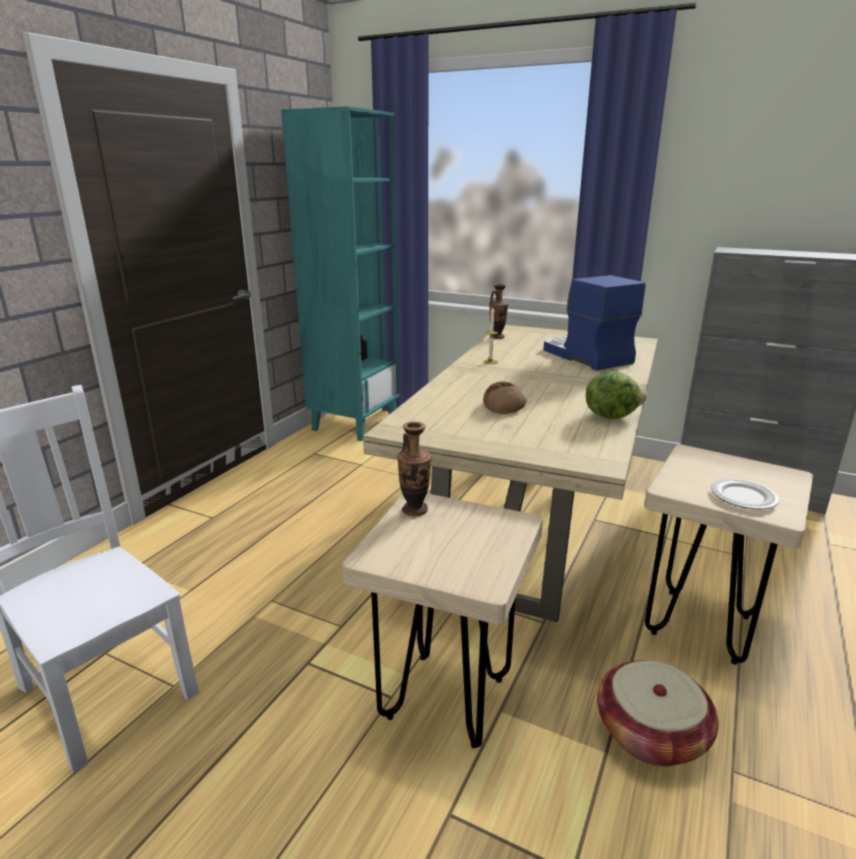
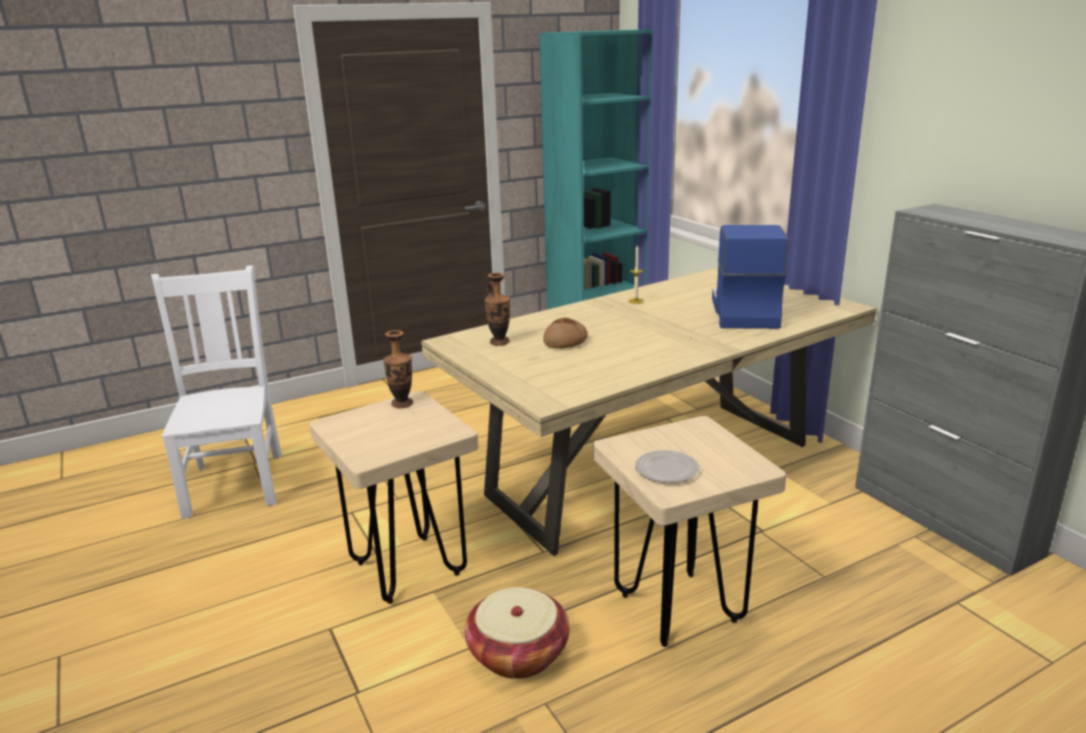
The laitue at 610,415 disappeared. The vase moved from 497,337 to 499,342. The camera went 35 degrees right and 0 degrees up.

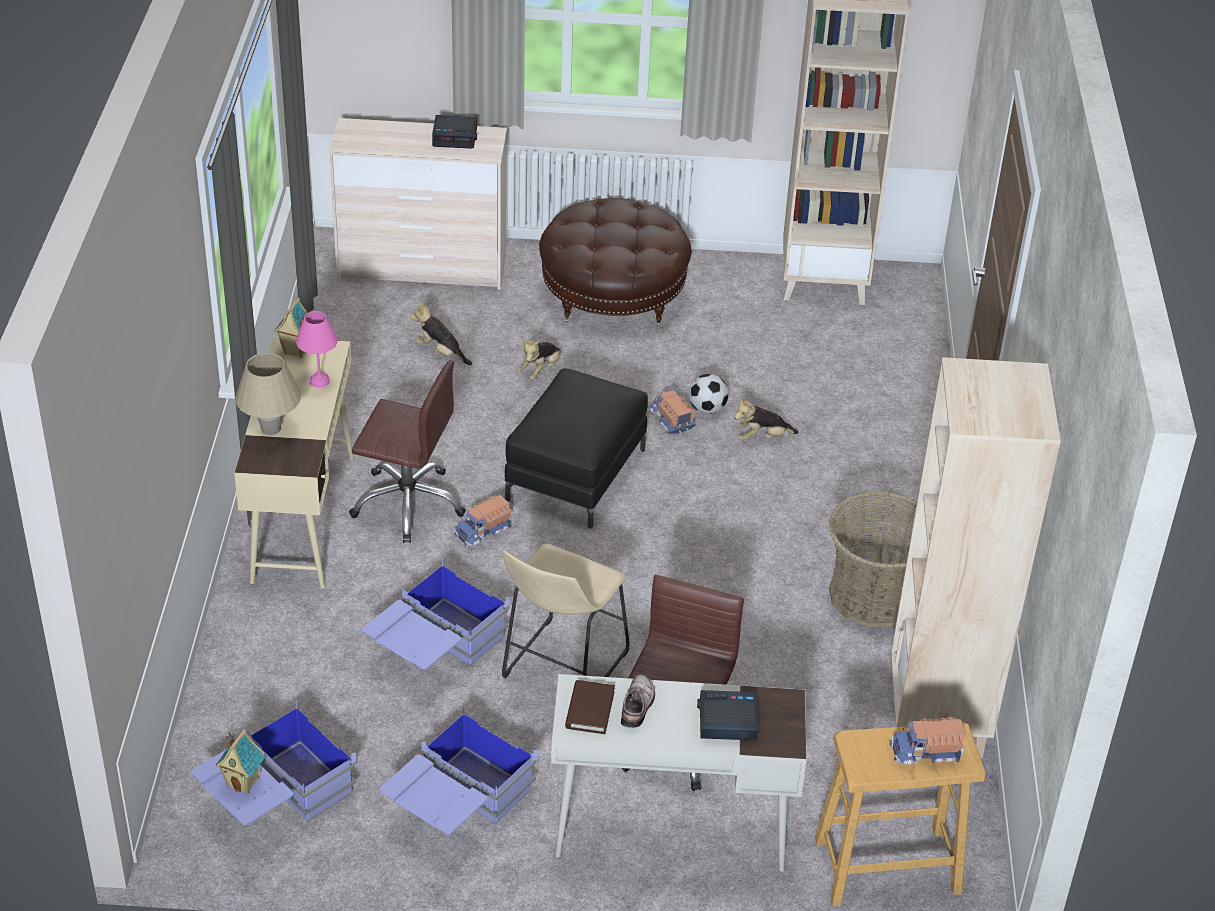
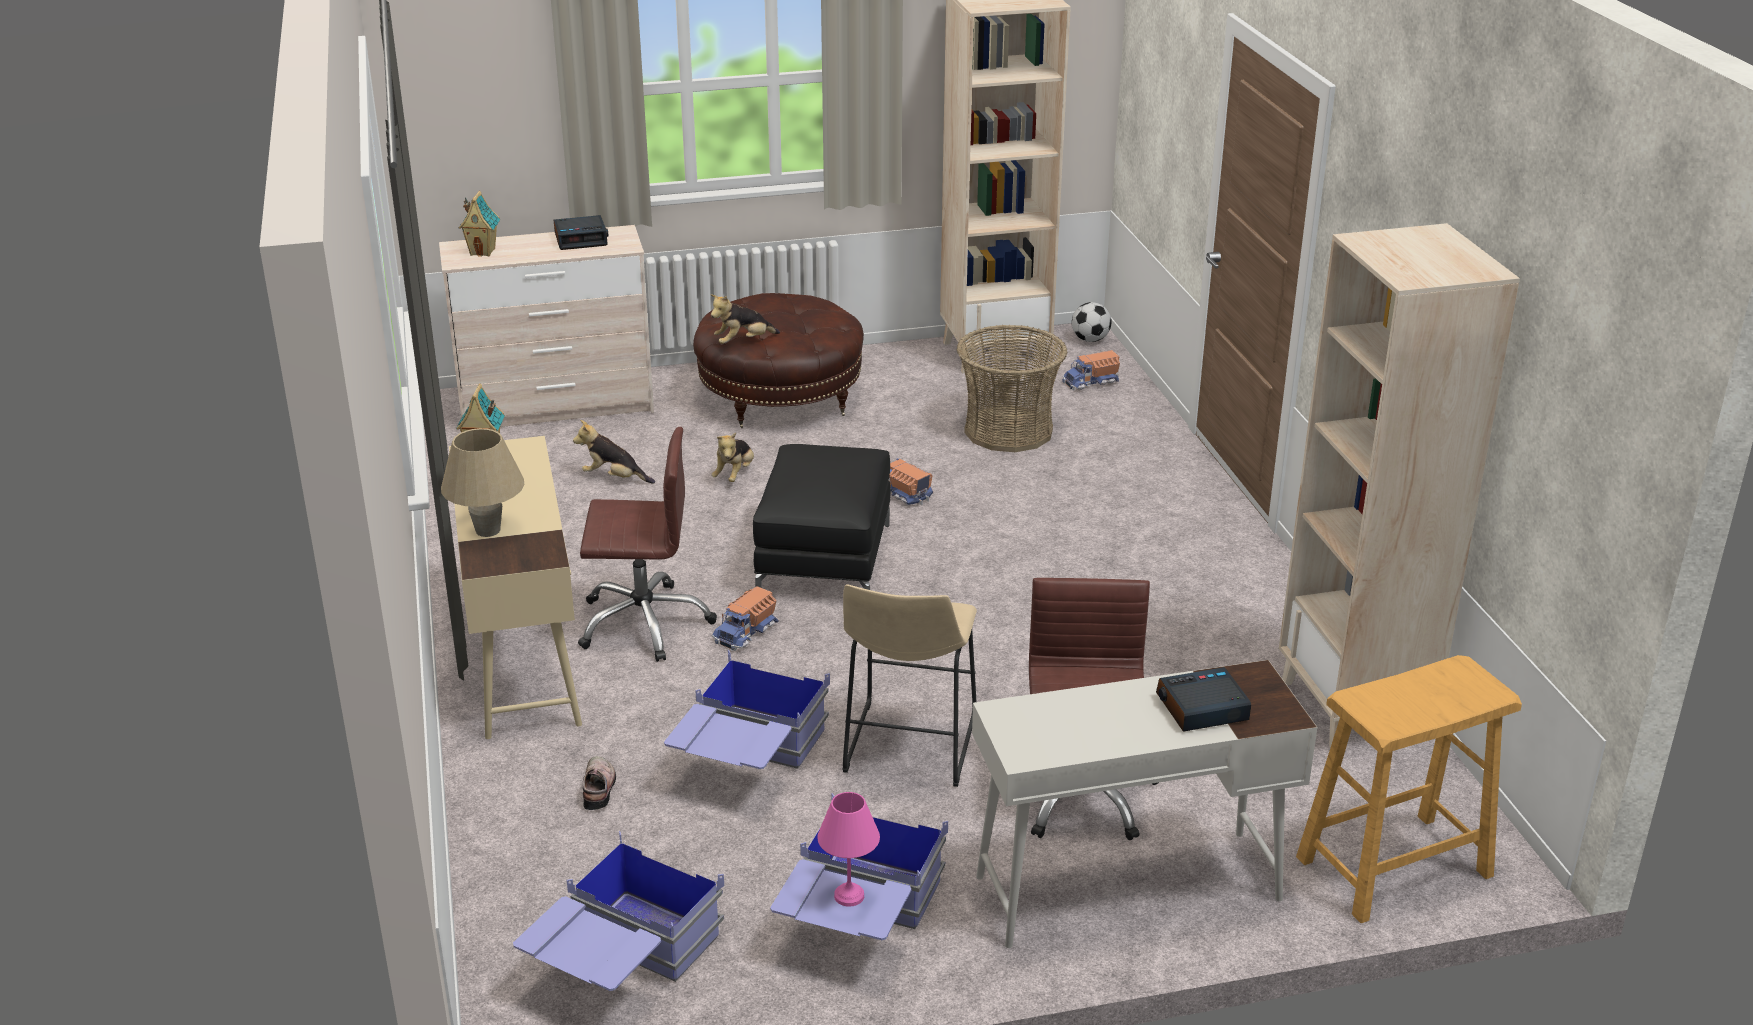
The livre/marron at 589,710 disappeared. The maison miniature moved from 244,782 to 483,252. The lampe de table/rose moved from 320,380 to 849,895. The chaussure moved from 638,706 to 600,788. The ballon de foot moved from 707,409 to 1090,340. The peluche moved from 762,438 to 743,342. The panier moved from 873,596 to 1008,431. The camion jouet moved from 926,752 to 1091,382. The camera went 15 degrees left and 10 degrees down.

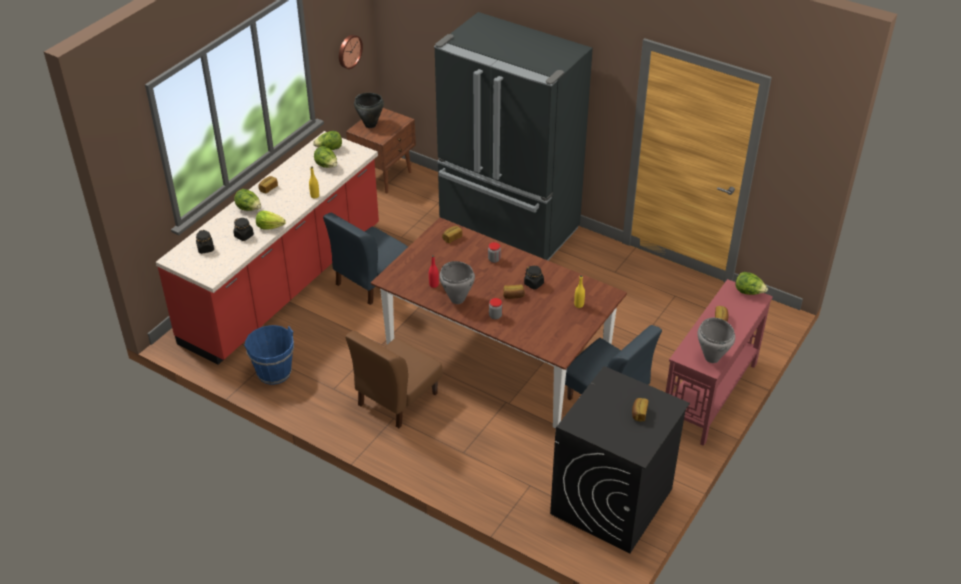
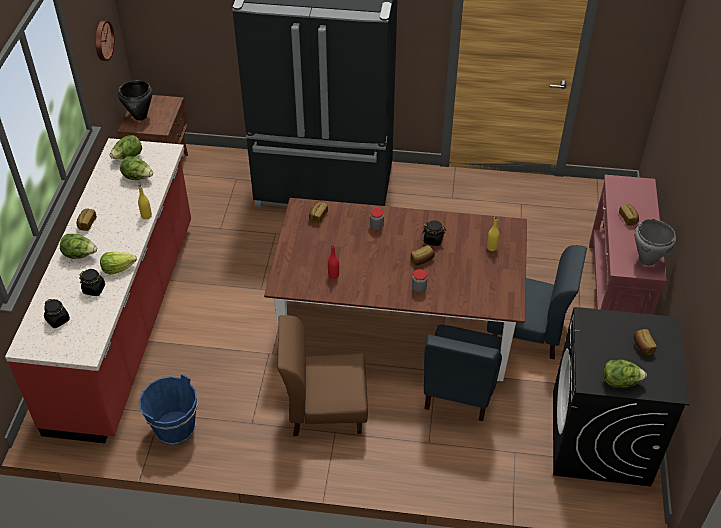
The marmite/gris at 457,299 disappeared. The chaise/bleu moved from 371,281 to 459,389. The laitue moved from 748,292 to 620,382. The chaise/marron at 397,399 turned 75 degrees clockwise. The camera went 25 degrees left and 5 degrees up.

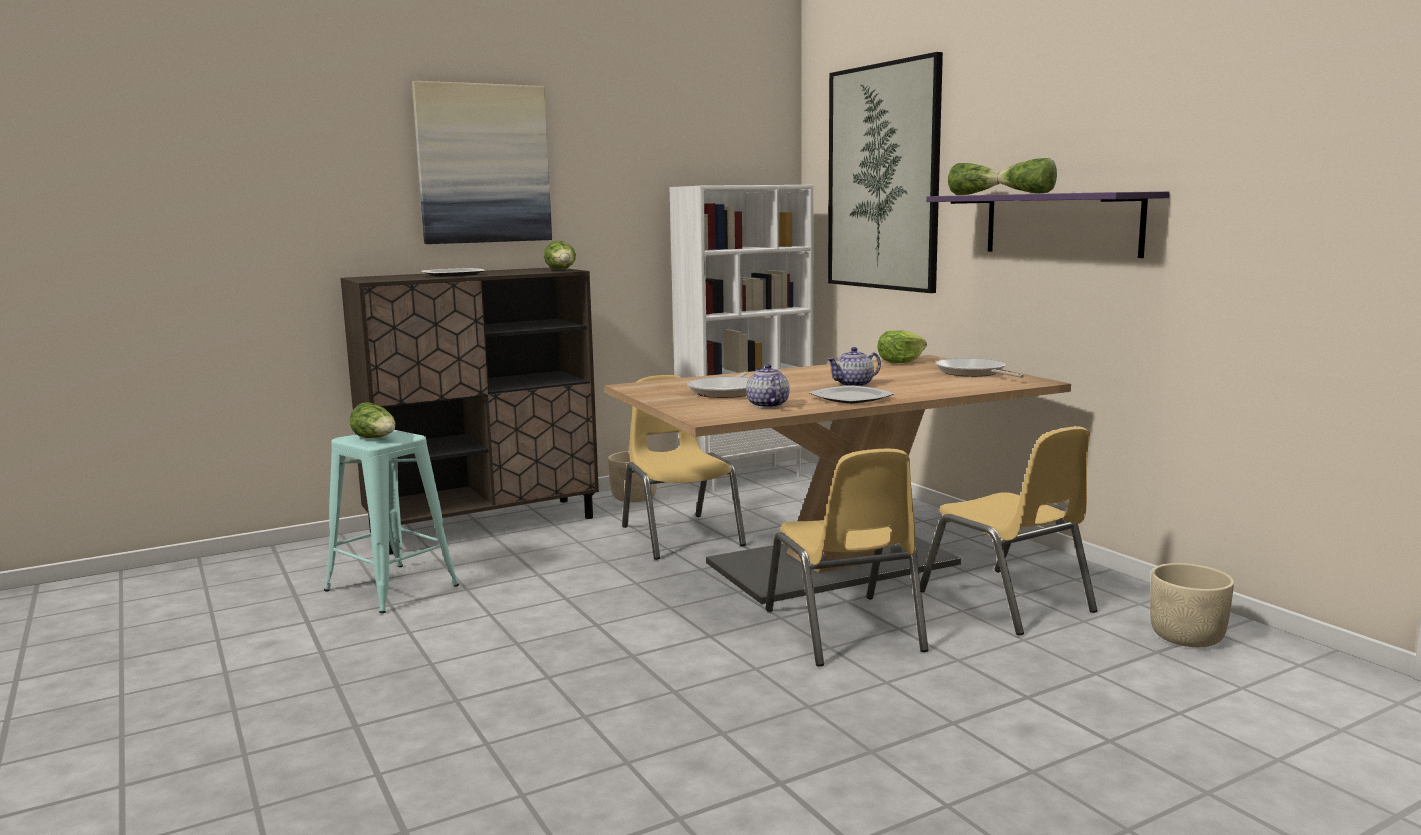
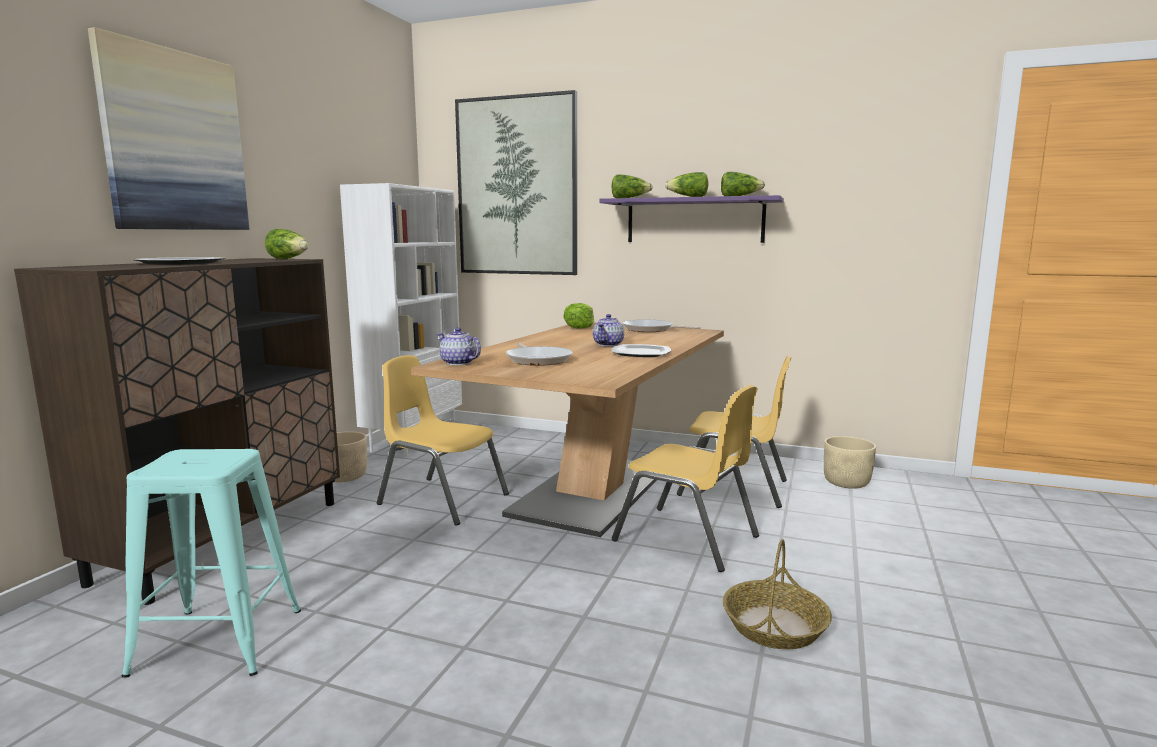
The panier at 774,626 appeared. The laitue moved from 376,439 to 739,197. The théière moved from 767,405 to 458,363. The camera went 40 degrees left and 0 degrees up.

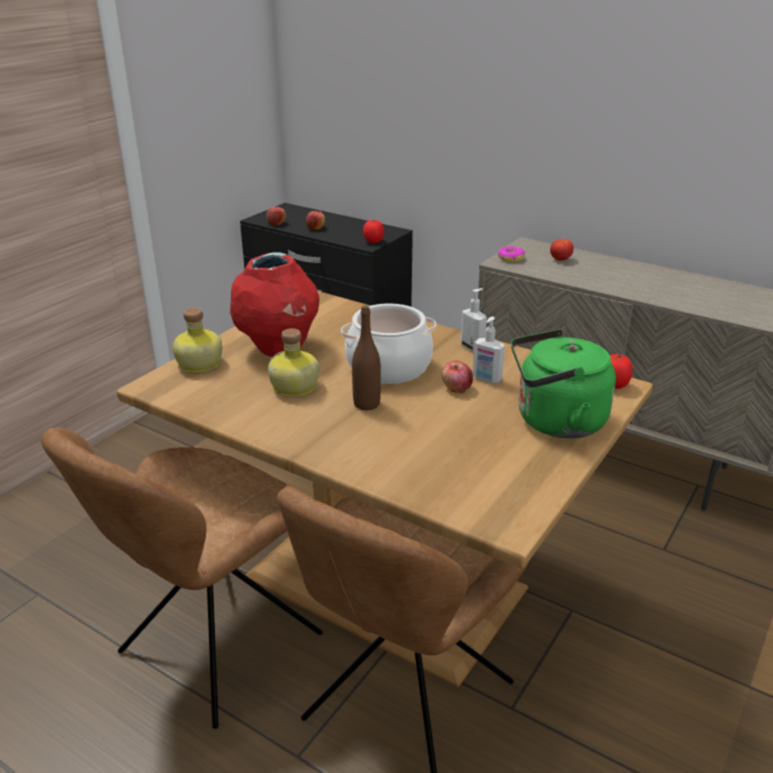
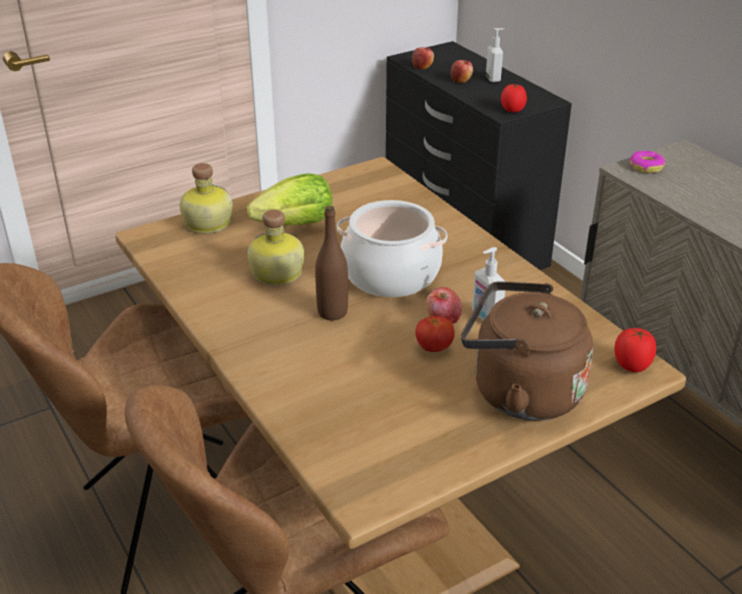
The distributeur de savon moved from 473,348 to 493,79. The tomate moved from 560,259 to 434,348. The vase/rouge at 279,349 was replaced by the laitue at 296,224. The bouilloire/vert at 555,422 became the bouilloire/marron at 519,392. The camera went 25 degrees right and 5 degrees up.

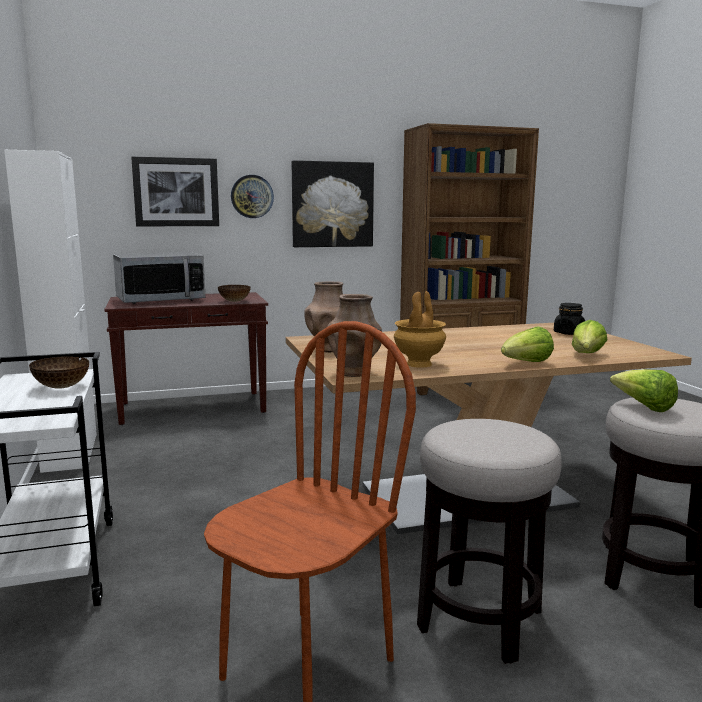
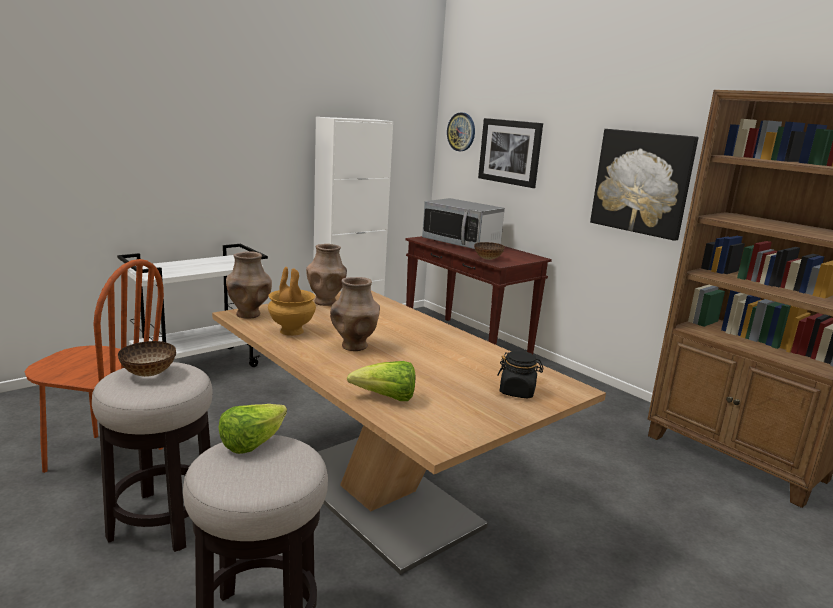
The laitue at 526,363 disappeared. The vase/marron at 354,346 appeared. The bol moved from 62,387 to 148,374. The horloge murale moved from 252,196 to 461,132. The camera went 65 degrees right and 5 degrees up.

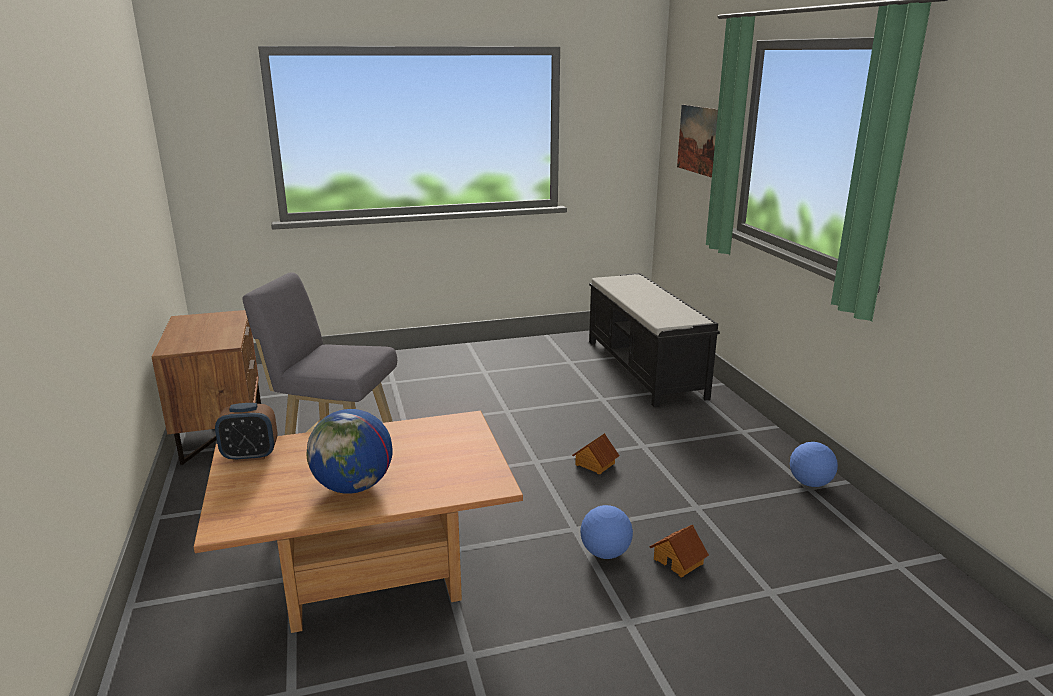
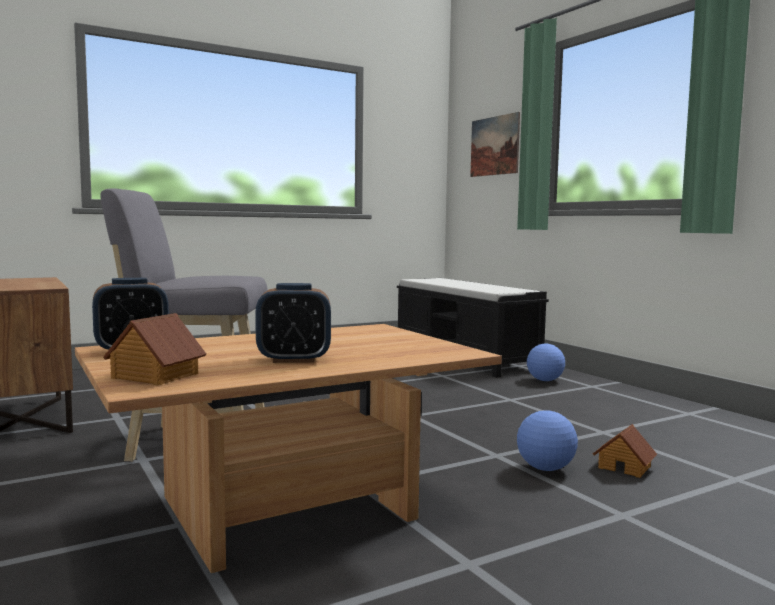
The maison miniature moved from 594,464 to 154,376. The ballon de foot moved from 810,483 to 545,380. The globe at 354,487 was replaced by the réveil at 294,359. The camera went 15 degrees left and 15 degrees down.

